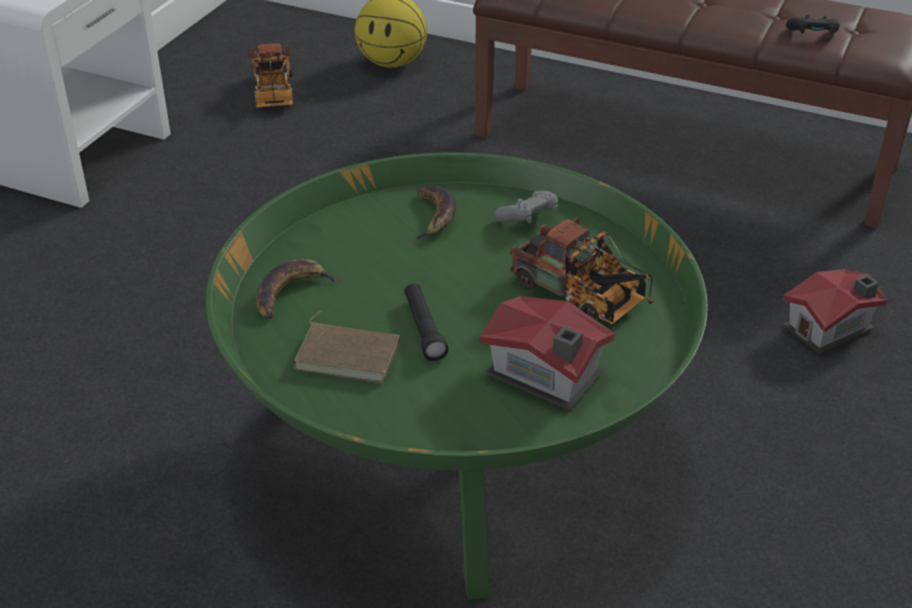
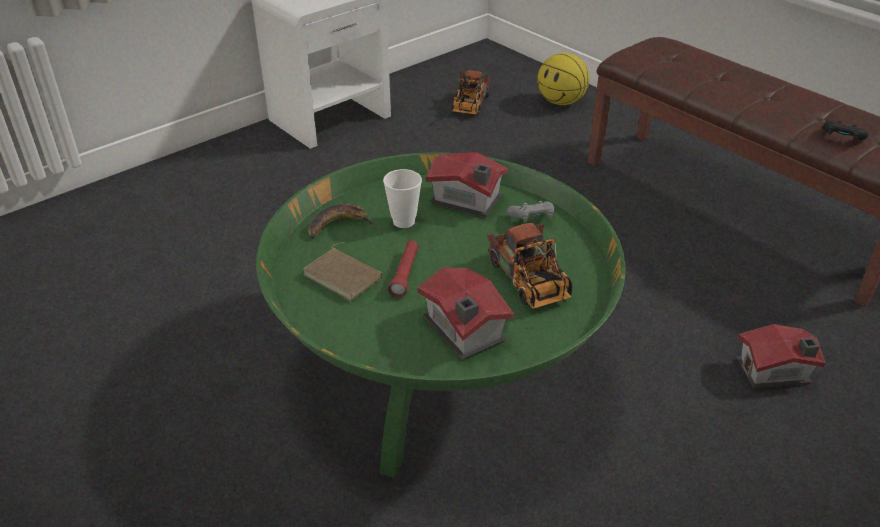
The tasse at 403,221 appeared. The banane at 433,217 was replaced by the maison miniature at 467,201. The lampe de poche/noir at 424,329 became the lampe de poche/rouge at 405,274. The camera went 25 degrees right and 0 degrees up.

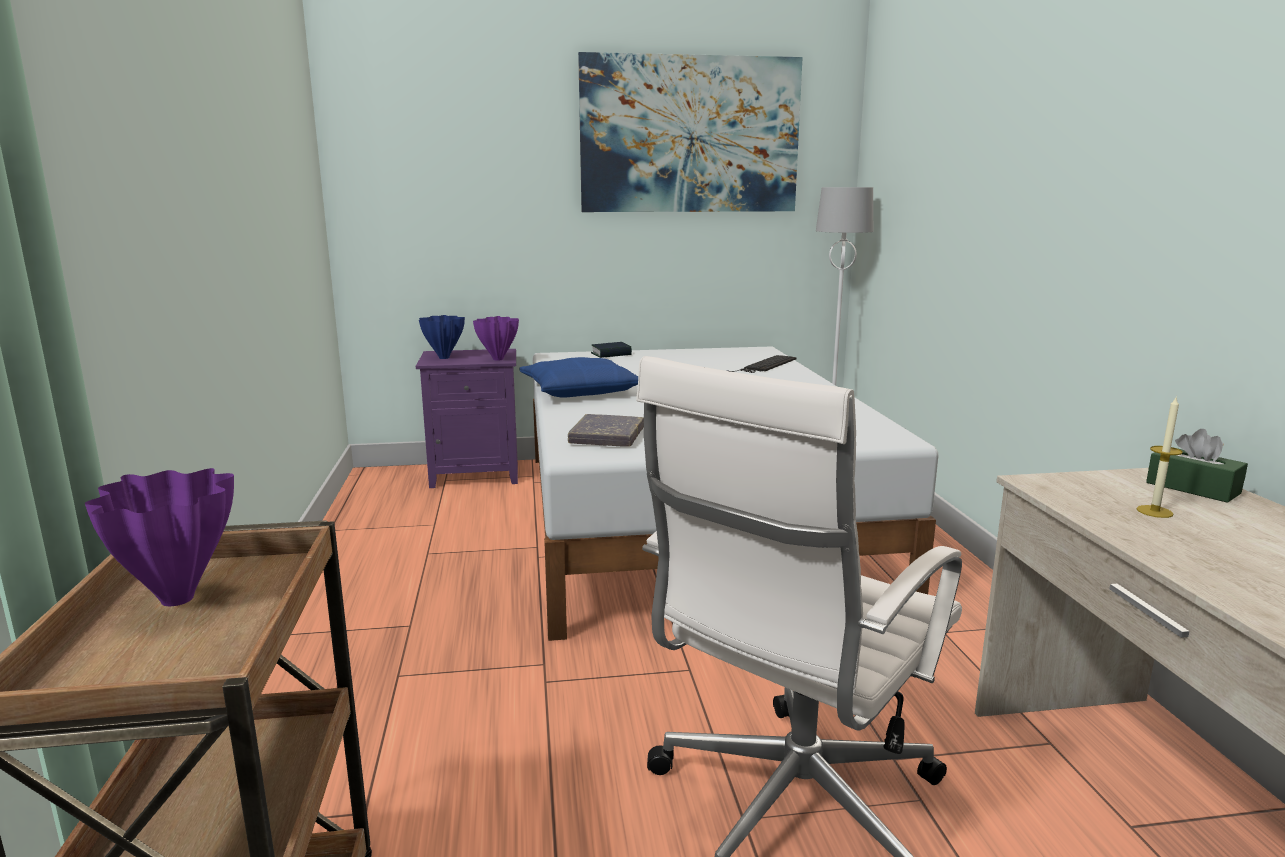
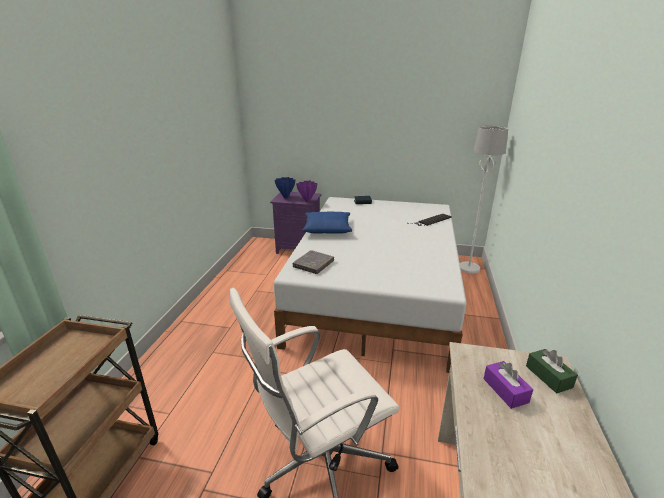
The vase/violet at 178,600 disappeared. The tableau at 690,135 disappeared. The bougie at 1154,511 was replaced by the boîte à mouchoirs/violet at 505,390. The camera went 20 degrees right and 10 degrees up.

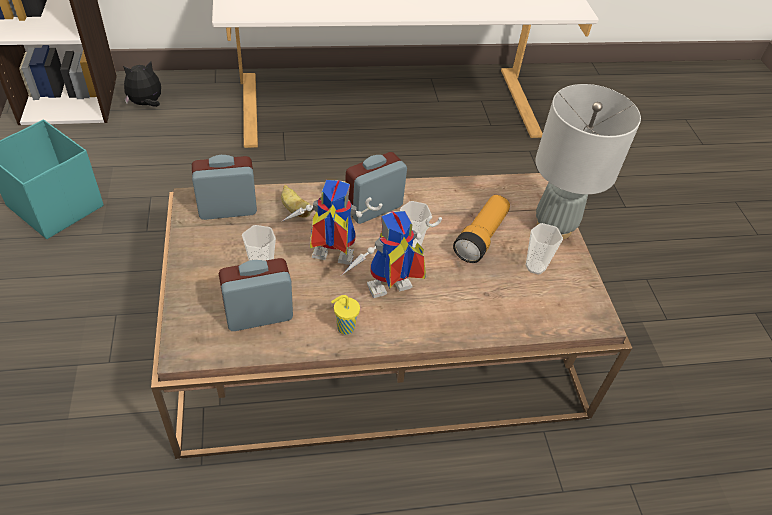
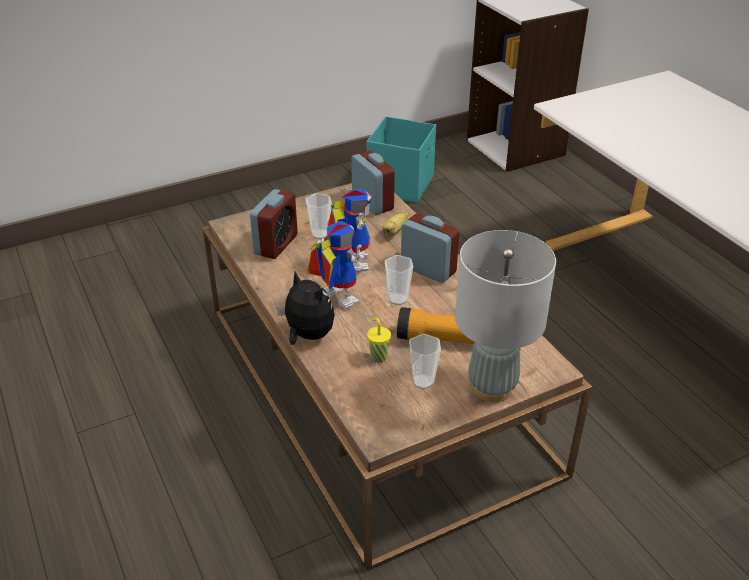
The peluche moved from 146,104 to 307,335. The tasse/jaune moved from 344,328 to 378,357. The réveil at 259,315 turned 60 degrees clockwise. The camera went 75 degrees right and 10 degrees down.

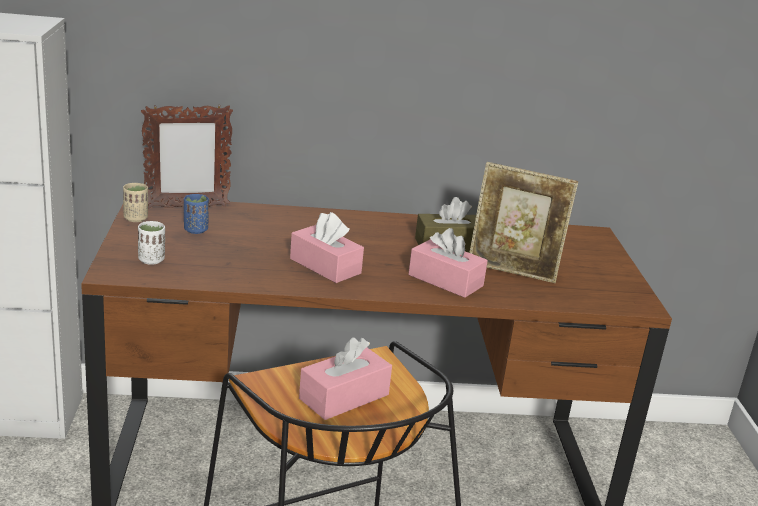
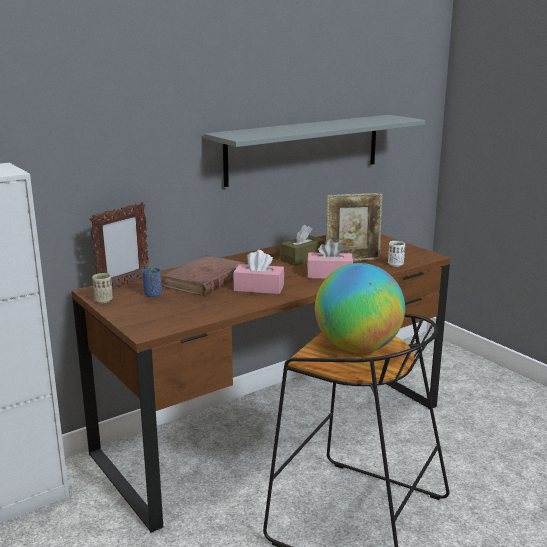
The livre/marron at 205,280 appeared. The étagère/gris at 304,149 appeared. The tasse/blanc moved from 151,260 to 395,264. The boîte à mouchoirs/rose at 344,397 was replaced by the globe at 357,348. The camera went 30 degrees left and 5 degrees down.

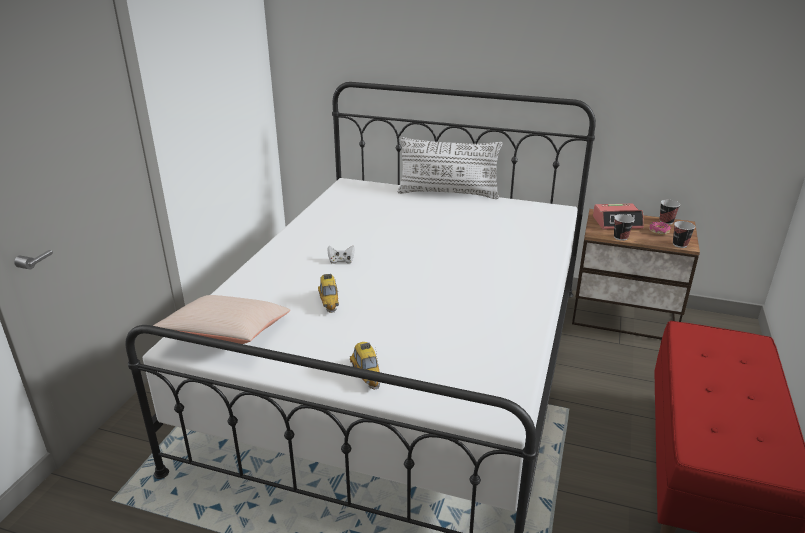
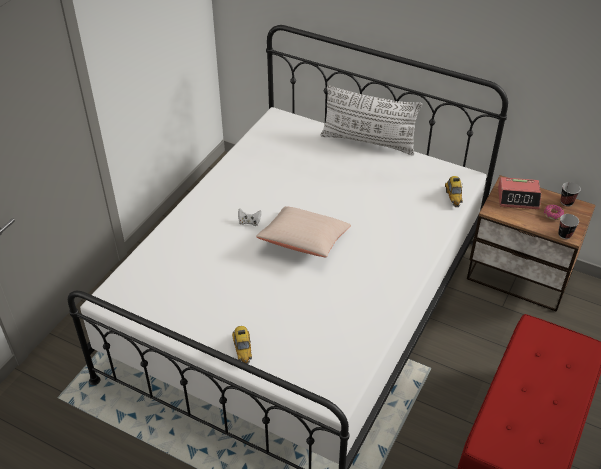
The tasse at 620,237 disappeared. The coussin/beige moved from 227,335 to 304,241. The petite voiture moved from 329,303 to 453,197. The camera went 10 degrees right and 15 degrees up.

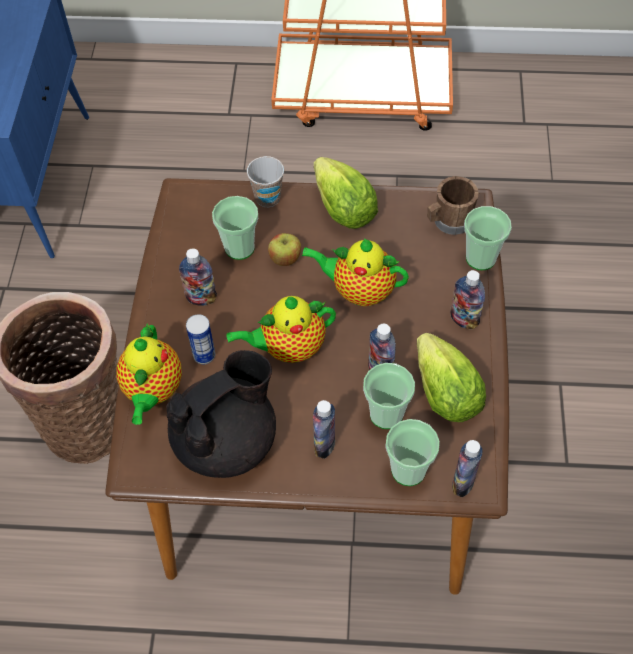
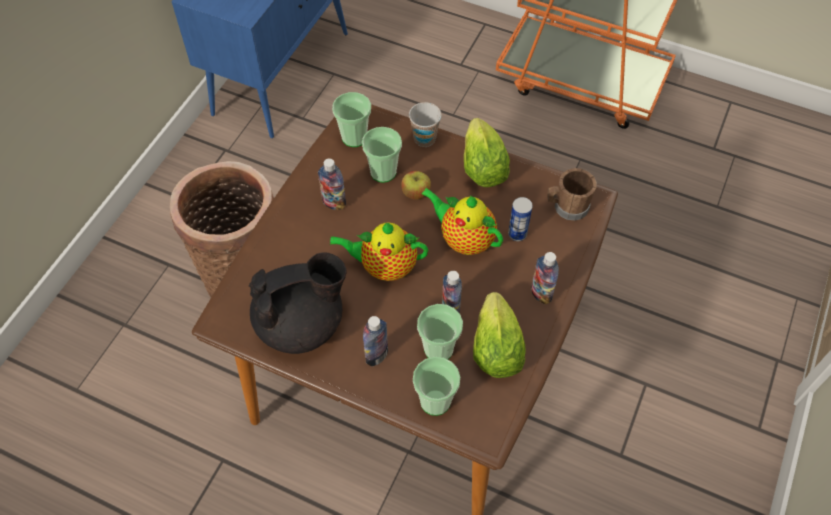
The théière at 153,391 disappeared. The bouteille at 463,483 disappeared. The boîte métallique moved from 204,355 to 517,234. The tasse moved from 480,258 to 354,137. The camera went 20 degrees right and 0 degrees up.

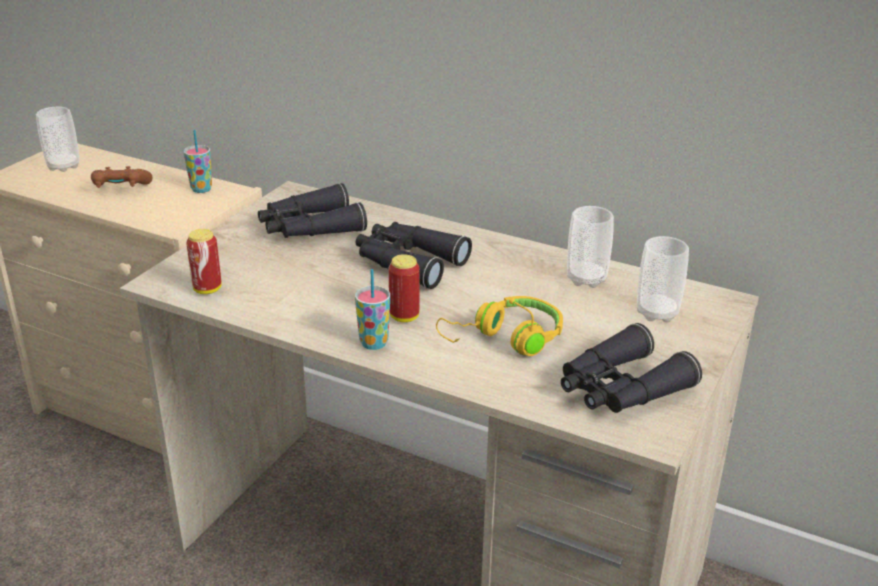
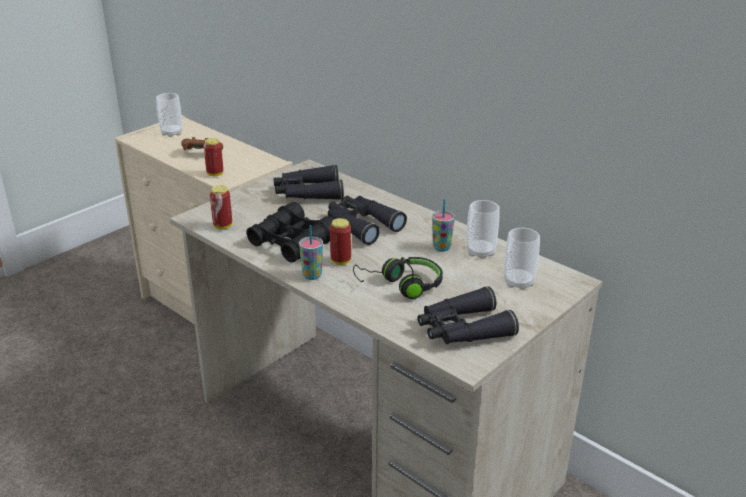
The boîte métallique at 215,174 appeared. The jumelles/noir at 293,242 appeared. The tasse moved from 201,189 to 441,248. The casque audio/jaune at 506,339 became the casque audio/noir at 401,285. The camera went 15 degrees right and 0 degrees up.

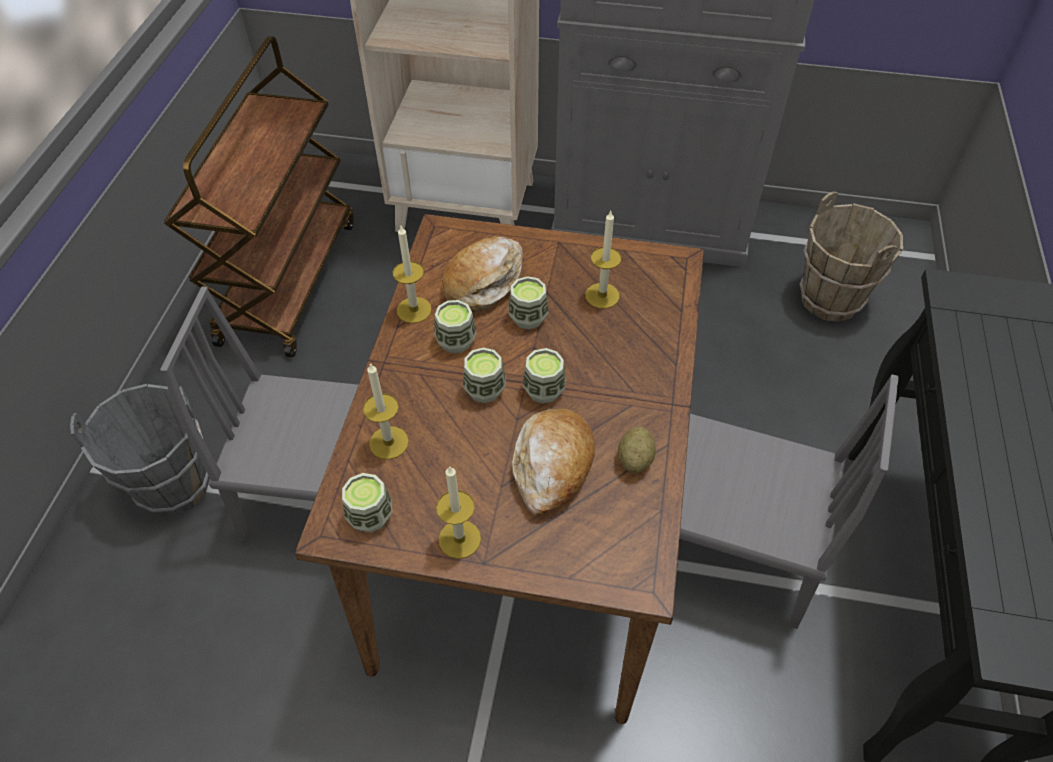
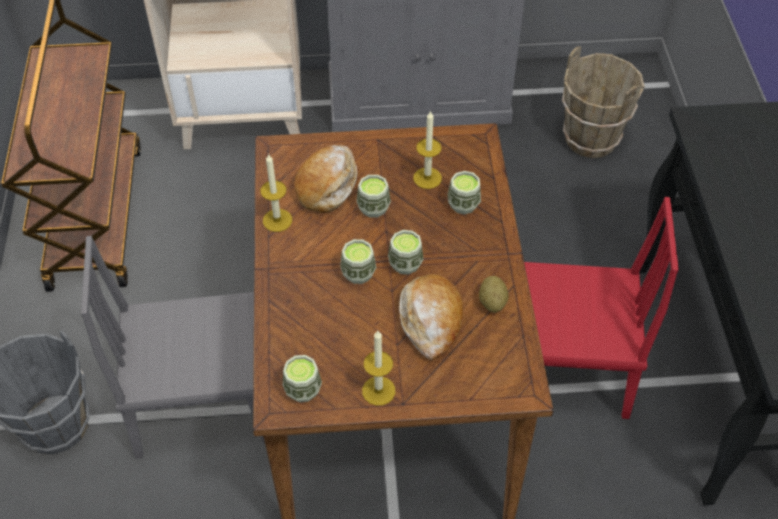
The bougie at 389,442 disappeared. The tasse moved from 456,341 to 463,204. The chaise/gris at 730,549 became the chaise/rouge at 561,368. The camera went 15 degrees left and 0 degrees up.

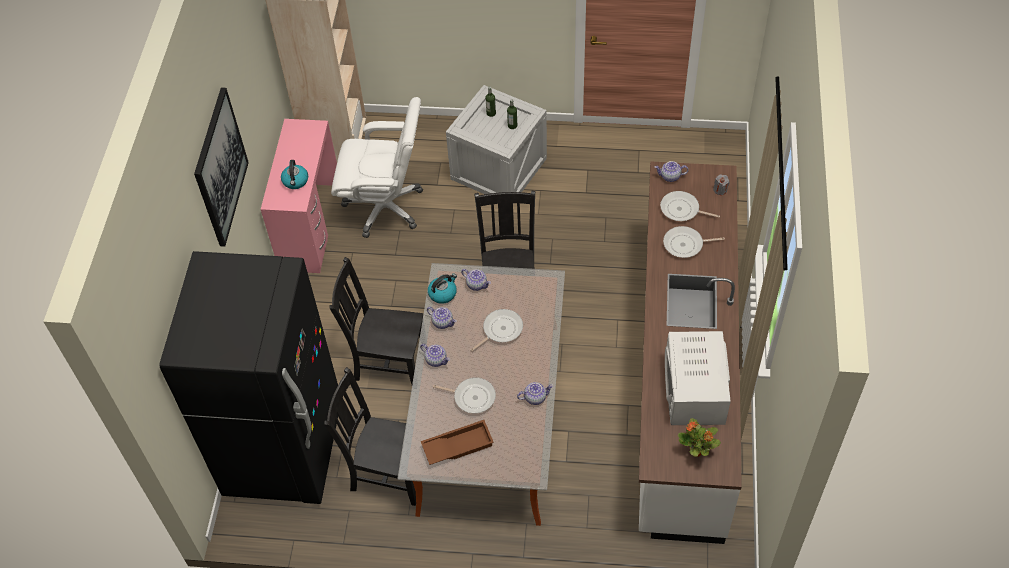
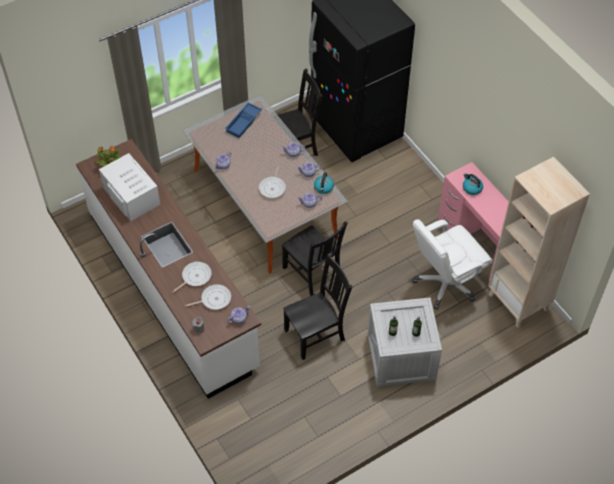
The tableau at 220,167 disappeared. The poêle at 472,397 disappeared. The chaise/noir moved from 387,361 to 316,334. The plateau/marron at 458,445 became the plateau/bleu at 244,123. The camera went 140 degrees right and 0 degrees up.

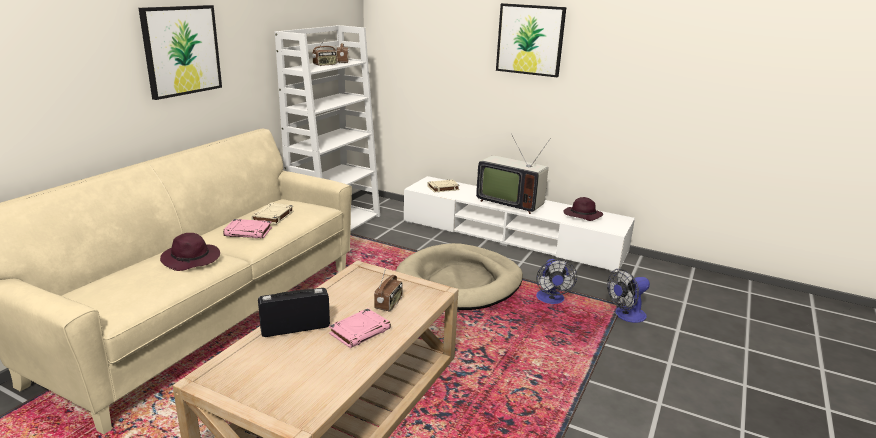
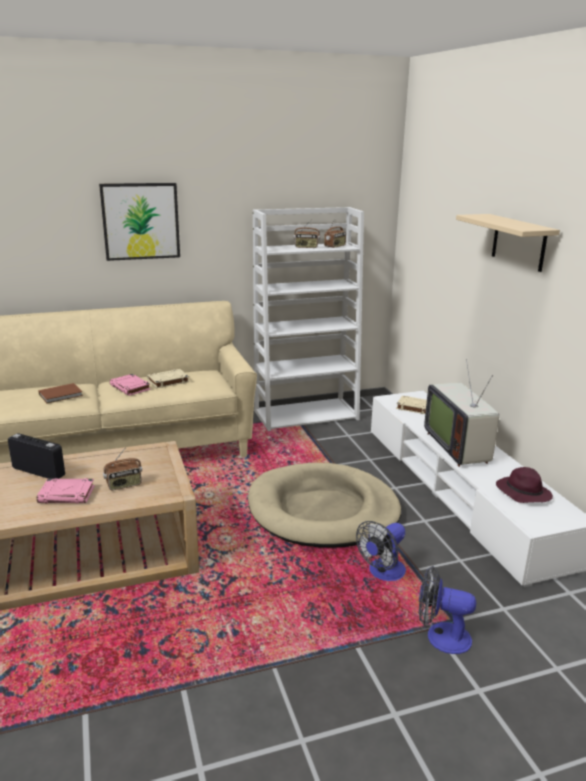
The chapeau/violet at 192,259 was replaced by the livre/marron at 62,395. The tableau at 530,40 was replaced by the étagère/beige at 518,242. The camera went 45 degrees right and 0 degrees up.

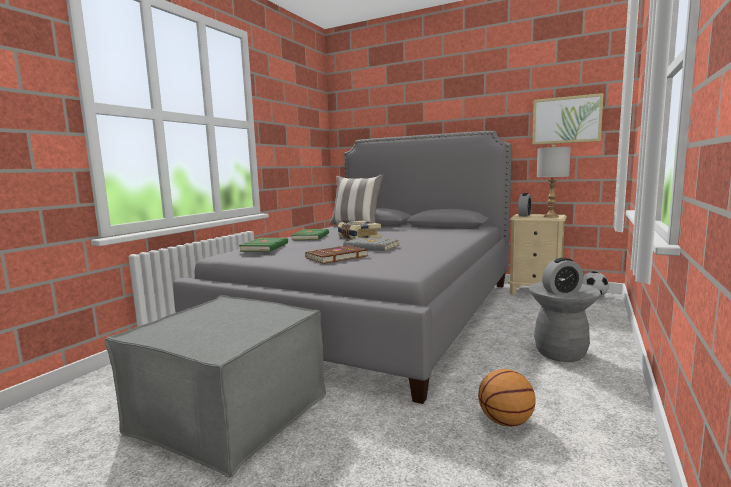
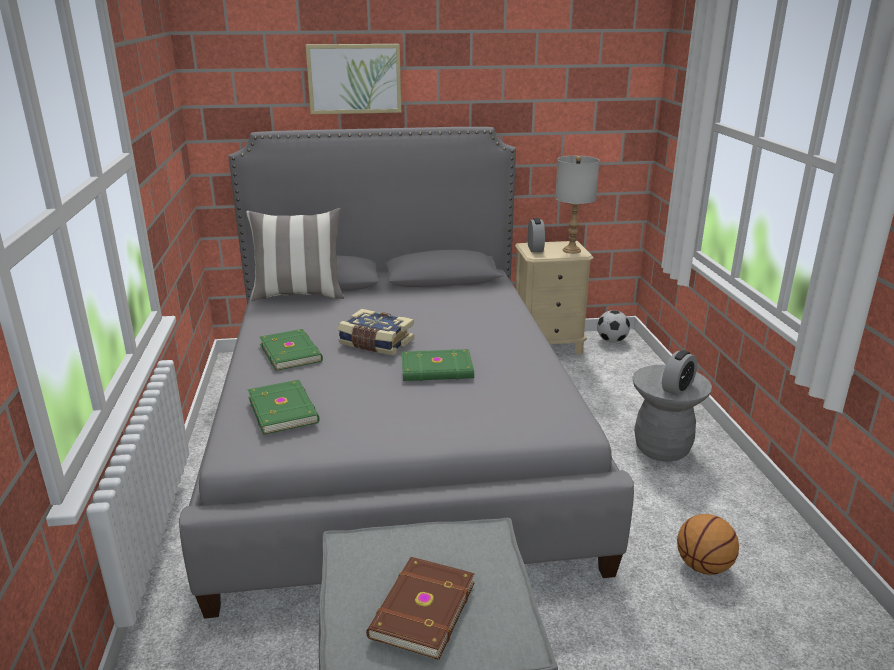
The livre/marron moved from 336,257 to 420,609. The tableau moved from 566,120 to 354,79. The livre/gris at 371,247 became the livre/vert at 437,370. The camera went 35 degrees left and 15 degrees up.

